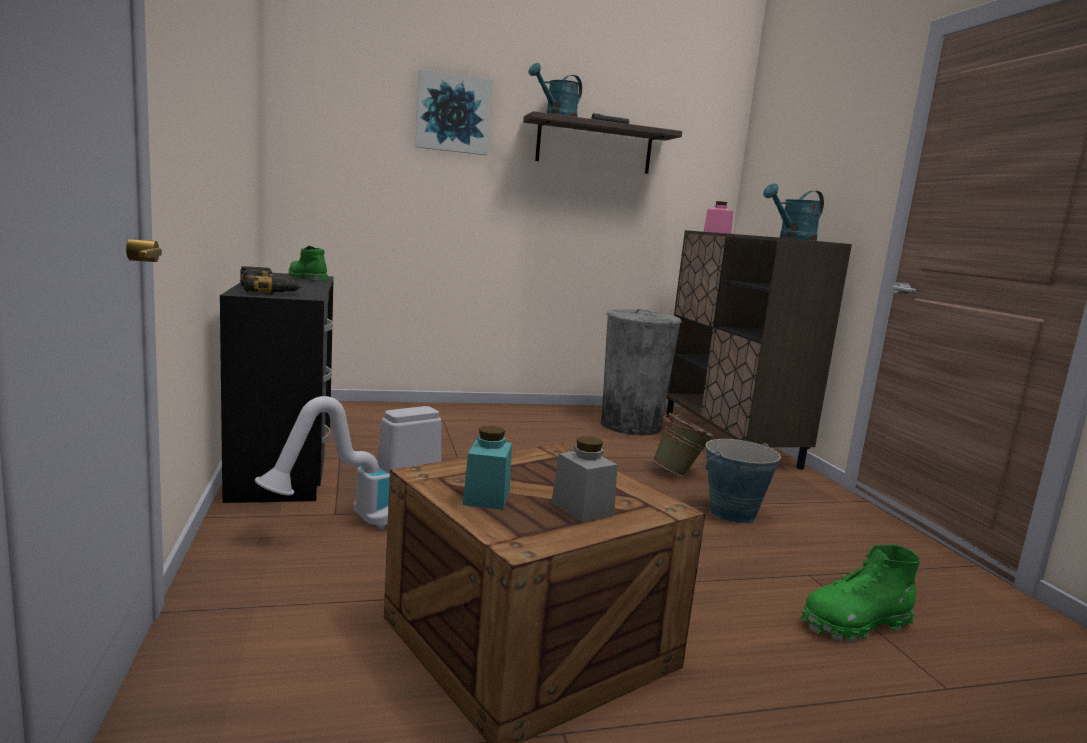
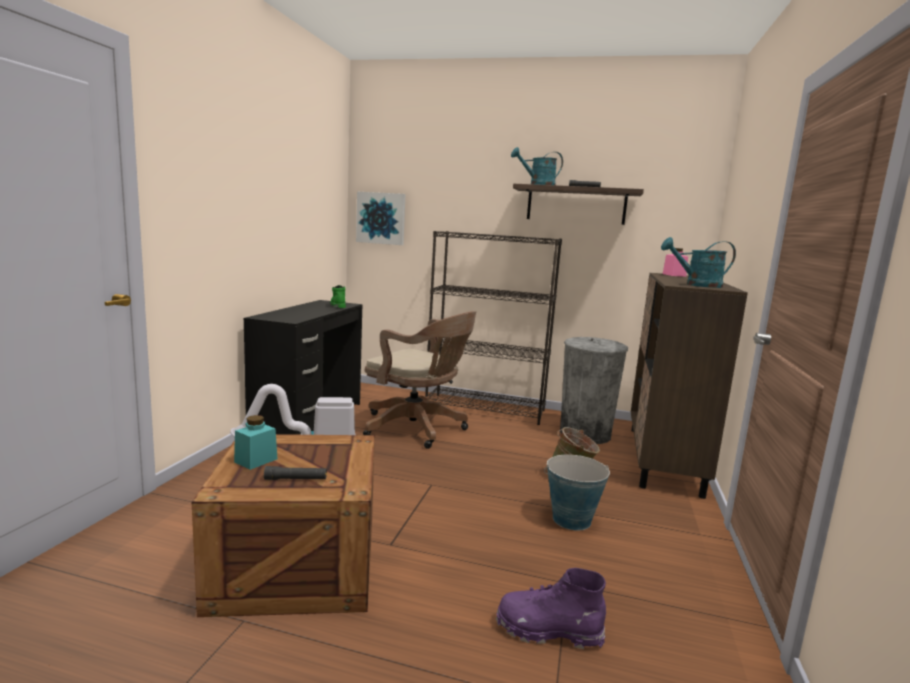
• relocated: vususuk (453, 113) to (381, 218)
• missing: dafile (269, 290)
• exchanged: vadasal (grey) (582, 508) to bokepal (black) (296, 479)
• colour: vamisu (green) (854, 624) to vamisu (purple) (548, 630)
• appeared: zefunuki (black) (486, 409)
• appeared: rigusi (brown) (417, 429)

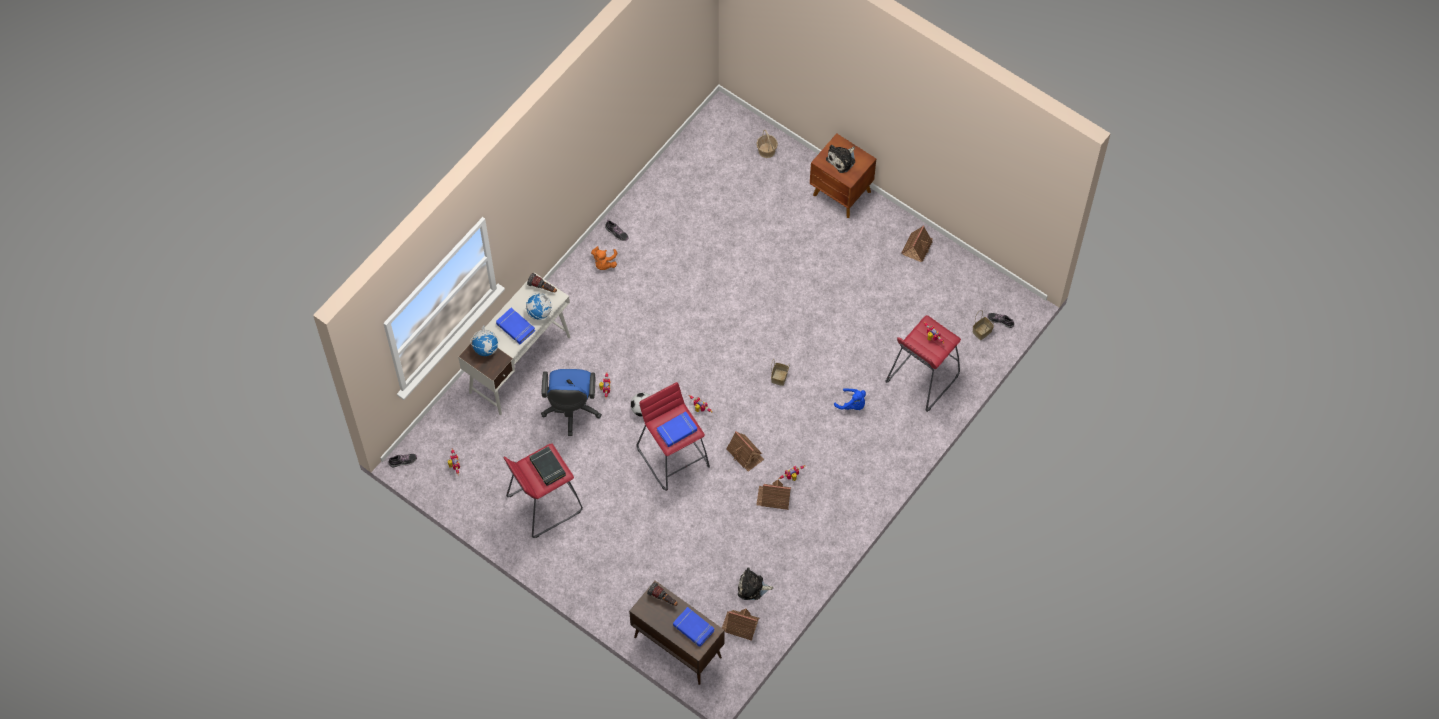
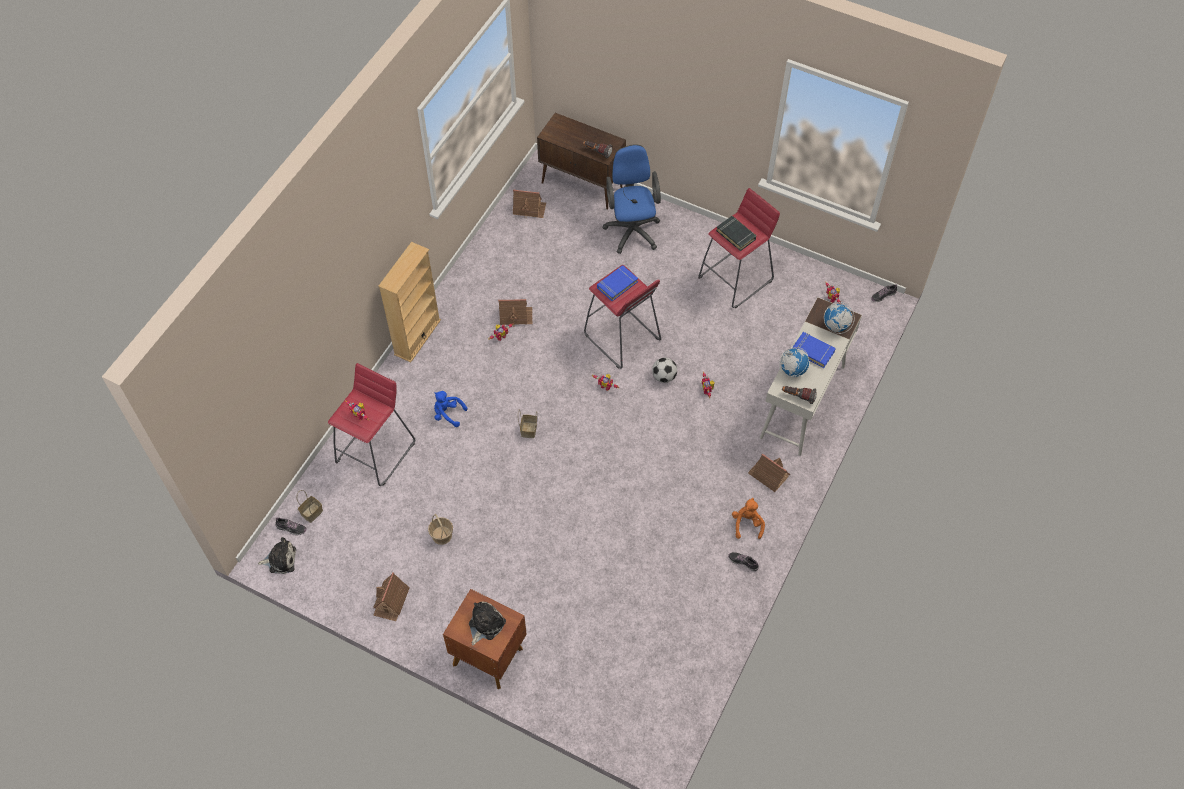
• relocated: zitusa (766, 151) to (442, 535)
• relocated: rigusi (blue) (571, 411) to (632, 229)
• relocated: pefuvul (745, 454) to (768, 475)
• relocated: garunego (752, 587) to (280, 560)
• missing: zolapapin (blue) (693, 628)
• appeared: zefunuki (beige) (417, 337)

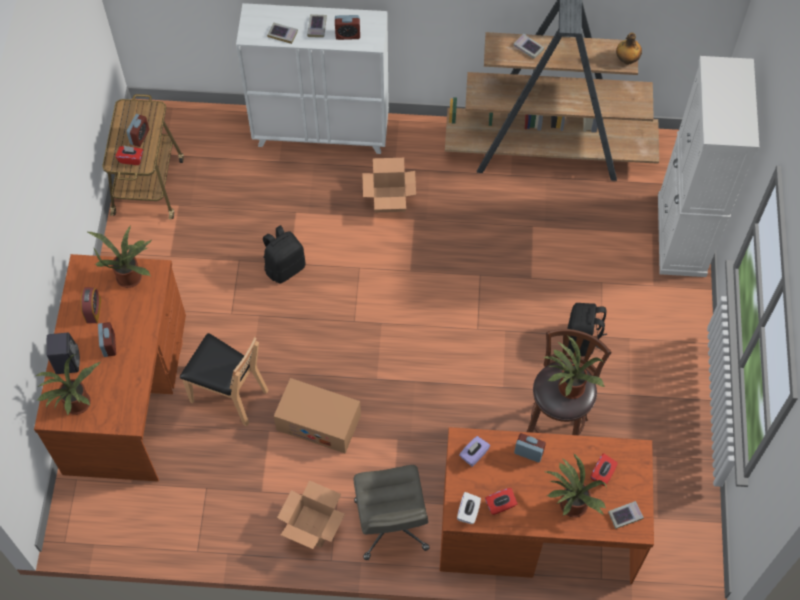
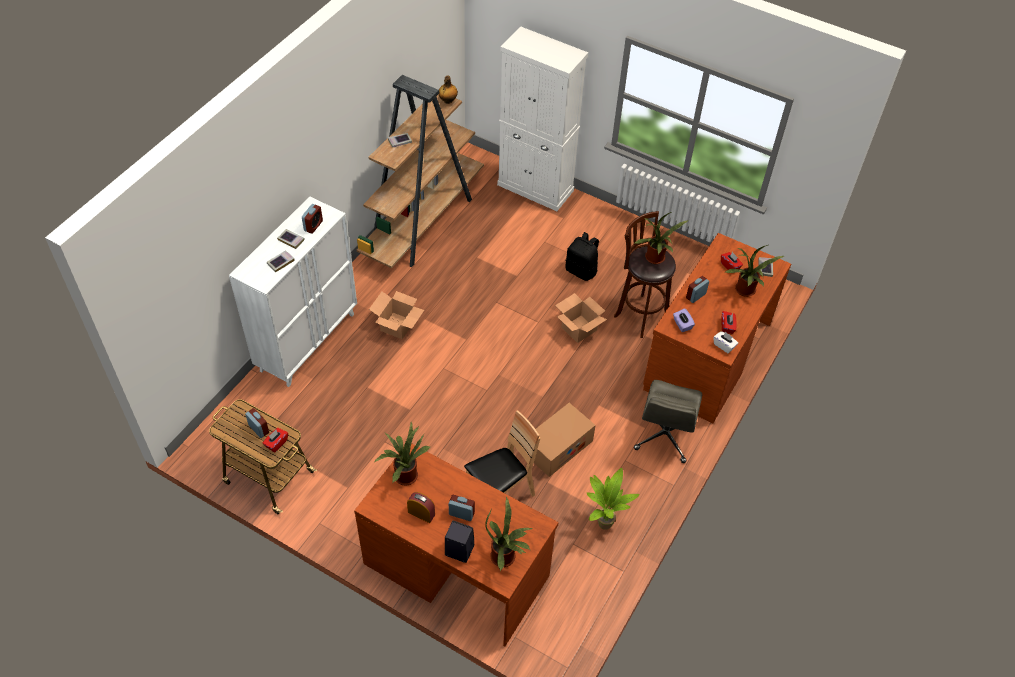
• missing: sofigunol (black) (285, 267)
• spun: rigusi (grey) (392, 525) = (664, 436) 90 degrees clockwise
• relocated: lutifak (312, 526) to (579, 329)
• appeared: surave (602, 523)

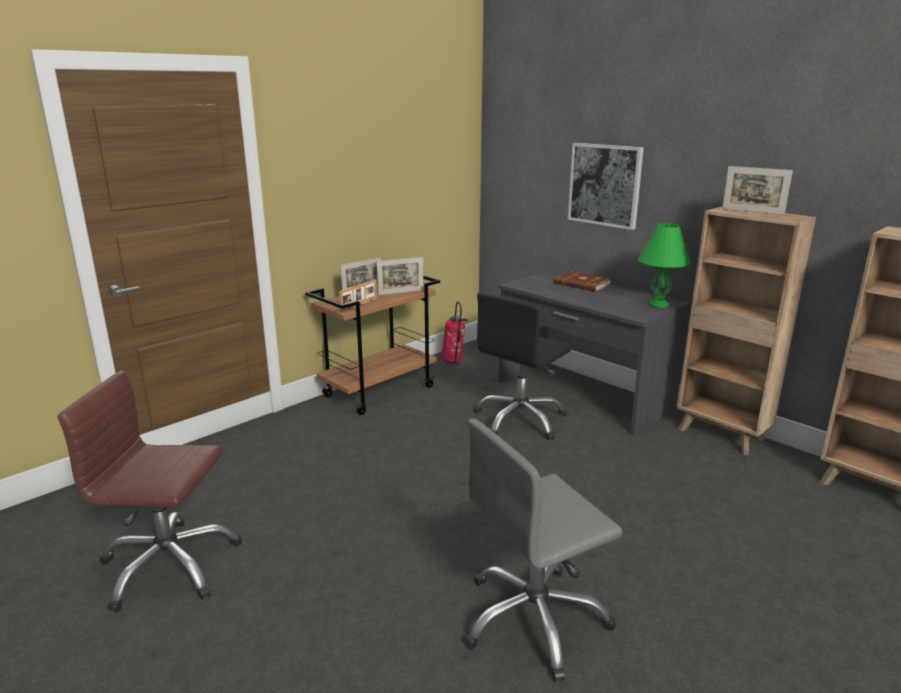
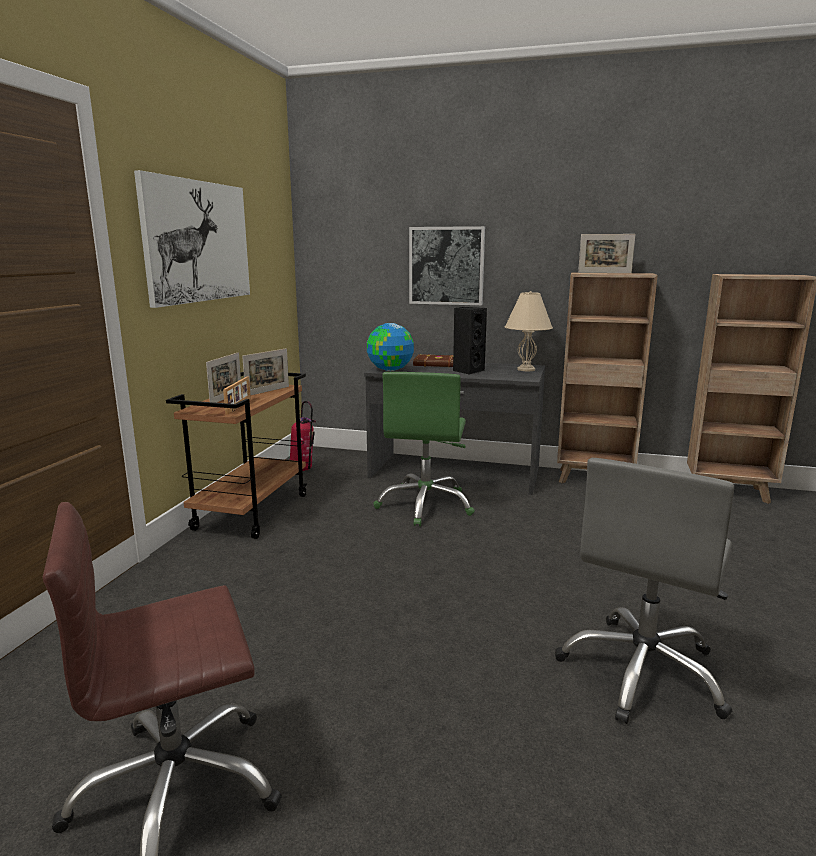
• colour: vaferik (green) (659, 304) to vaferik (beige) (526, 369)
• colour: rigusi (black) (520, 420) to rigusi (green) (425, 505)
• appeared: vususuk (198, 241)
• appeared: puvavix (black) (467, 371)
• appeared: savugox (390, 370)

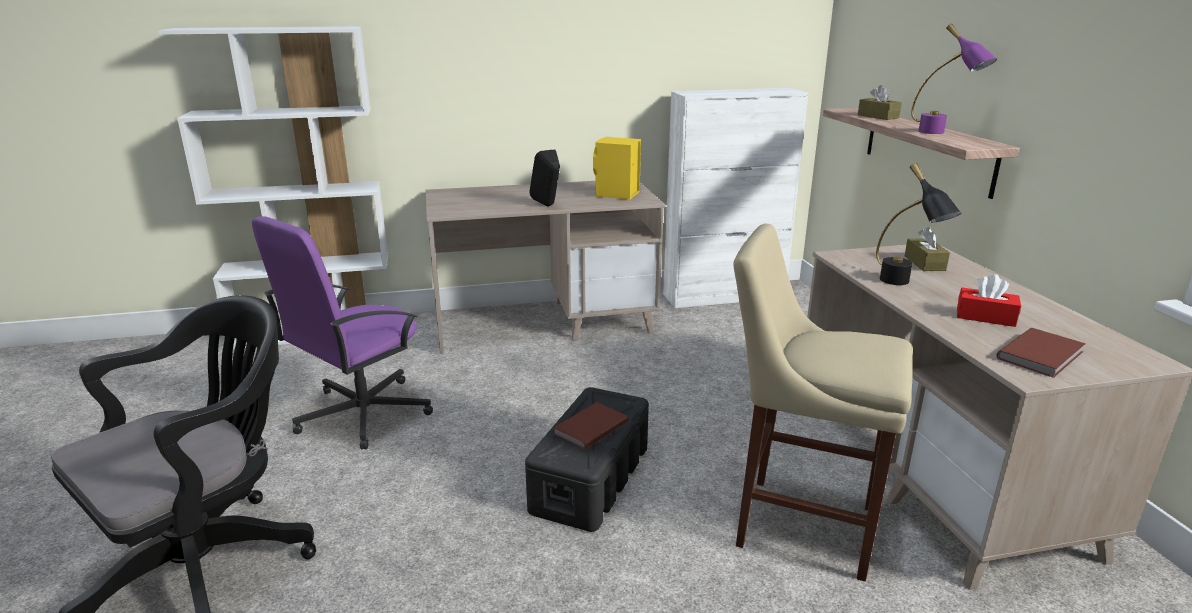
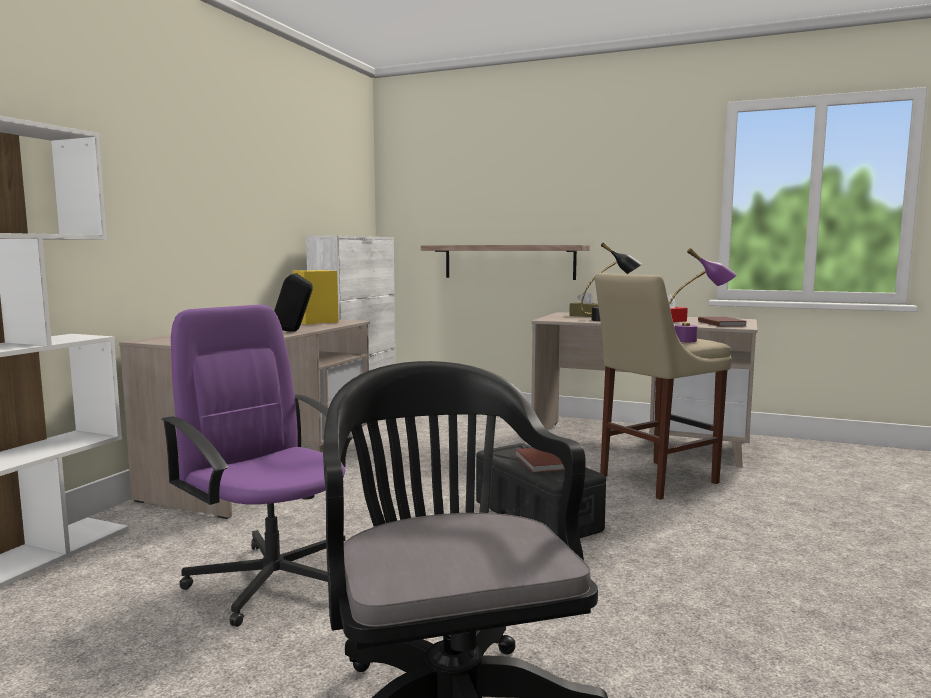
• relocated: vaferik (purple) (941, 133) to (696, 341)
• missing: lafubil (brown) (878, 116)
• spun: rigusi (purple) (361, 413) = (273, 579) 150 degrees clockwise

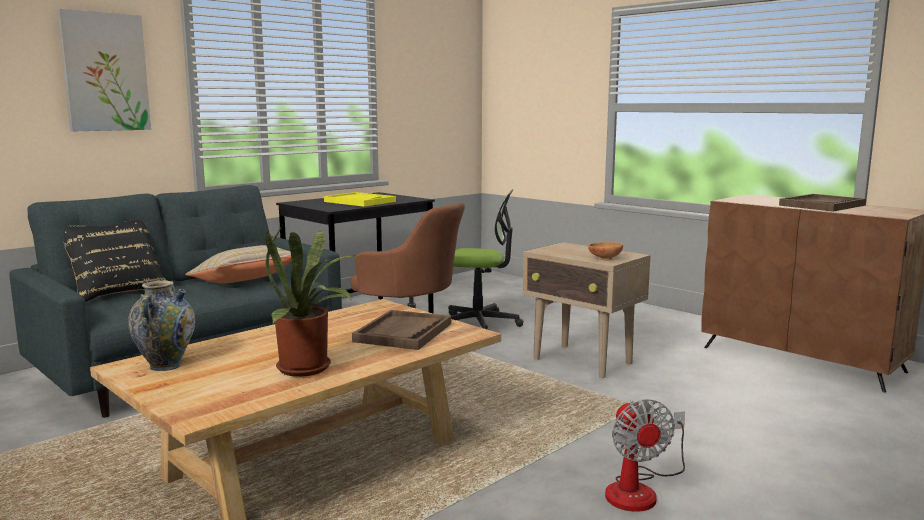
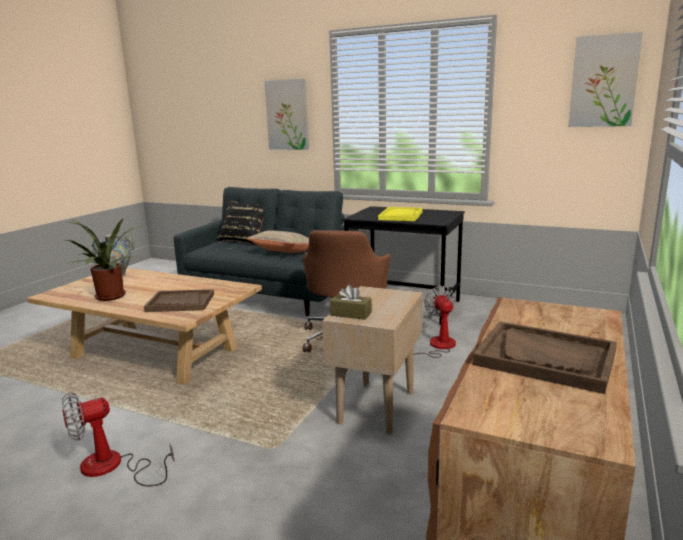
• exchanged: rigusi (480, 324) to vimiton (437, 347)
• exchanged: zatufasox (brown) (604, 259) to lafubil (brown) (351, 314)
• appeared: vususuk (604, 81)

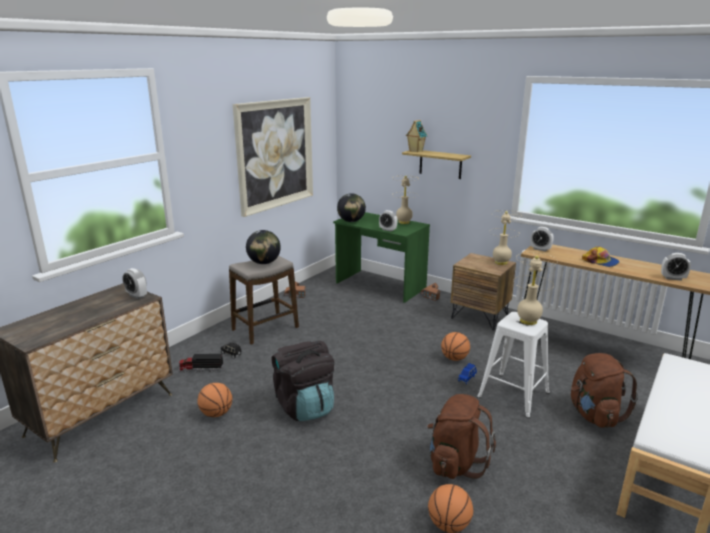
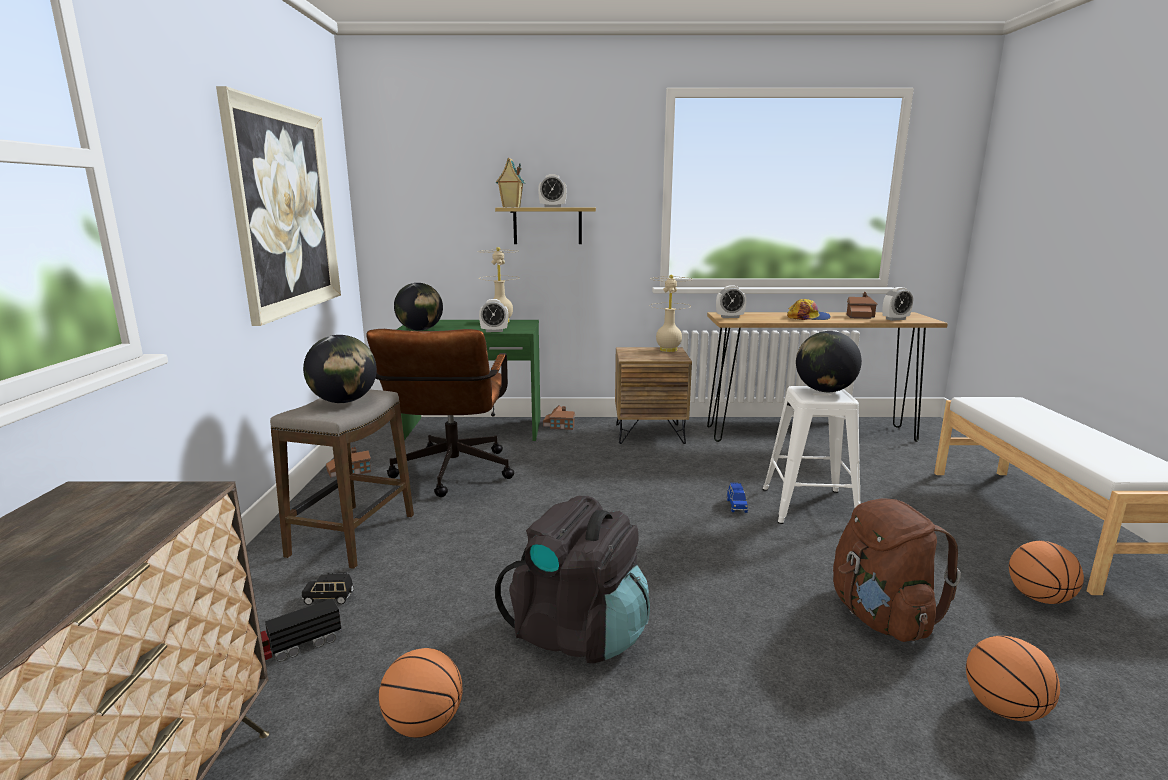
• exchanged: vaferik (beige) (528, 321) to savugox (824, 391)
• relocated: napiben (136, 296) to (552, 207)
• relocated: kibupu (454, 358) to (1039, 598)
• missing: sofigunol (brown) (594, 415)
• appeared: pefuvul (860, 315)
• appeared: rigusi (brown) (451, 476)

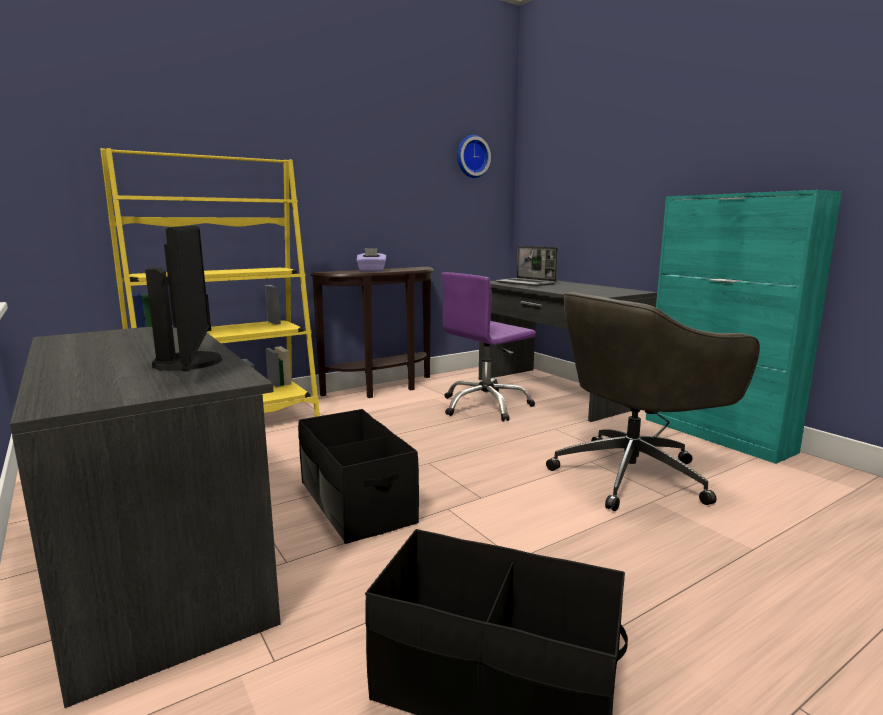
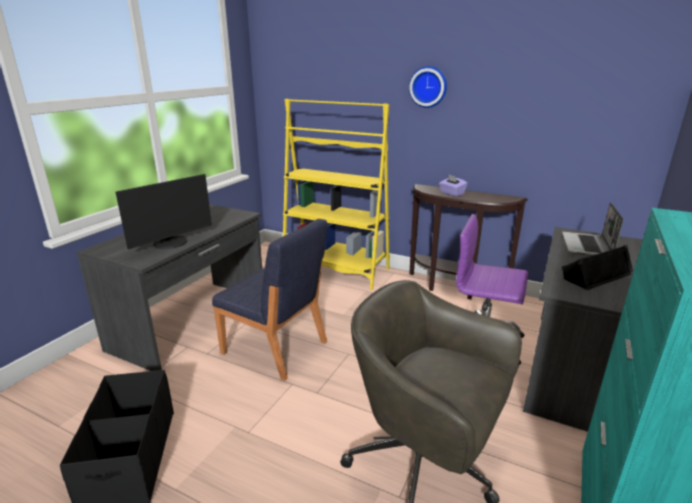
• relocated: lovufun (471, 157) to (428, 87)
• exchanged: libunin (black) (355, 502) to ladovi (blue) (275, 348)
• appeared: puvavix (black) (595, 275)

